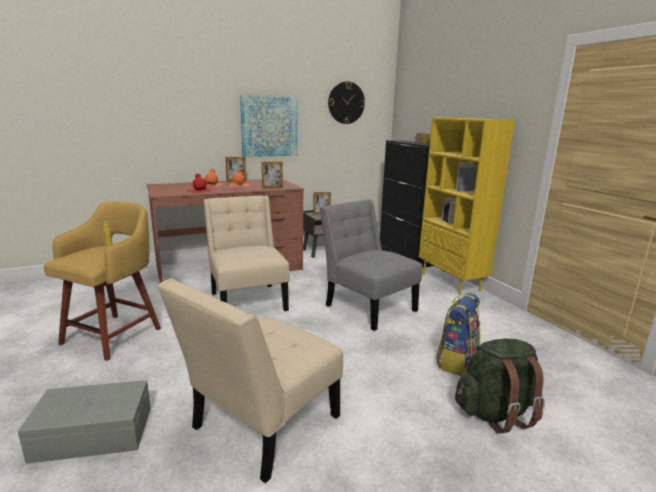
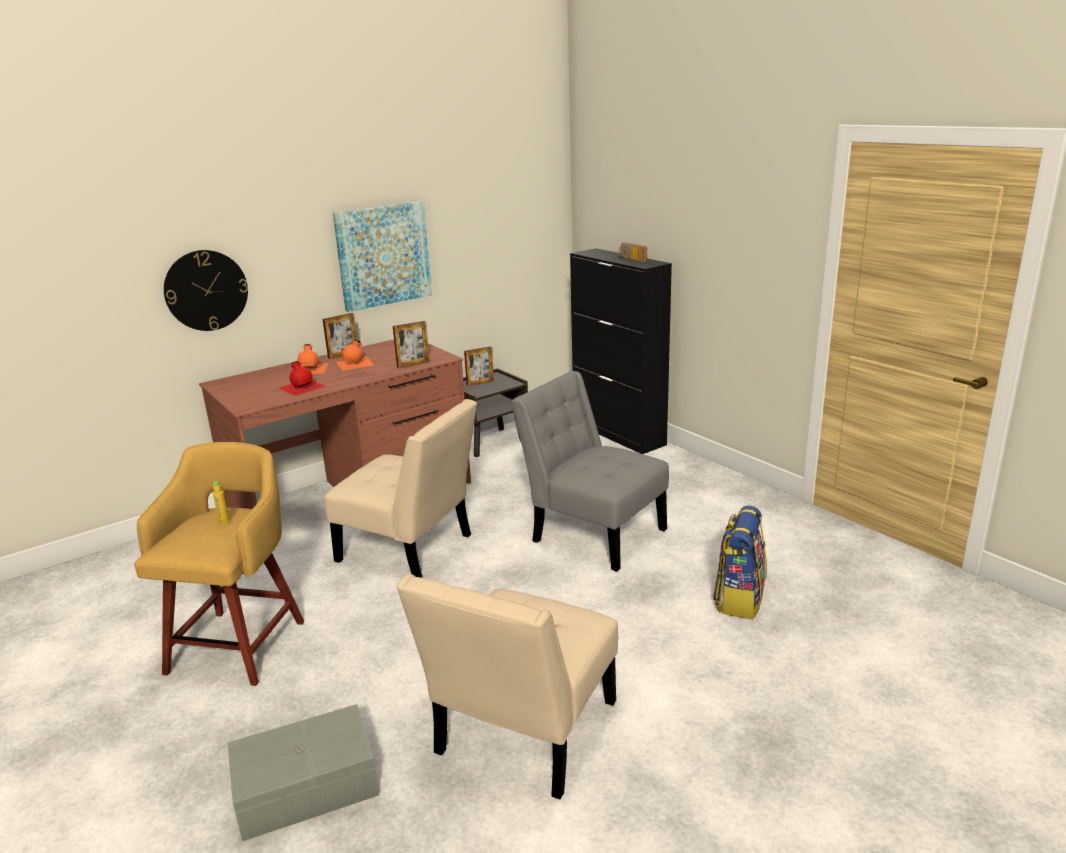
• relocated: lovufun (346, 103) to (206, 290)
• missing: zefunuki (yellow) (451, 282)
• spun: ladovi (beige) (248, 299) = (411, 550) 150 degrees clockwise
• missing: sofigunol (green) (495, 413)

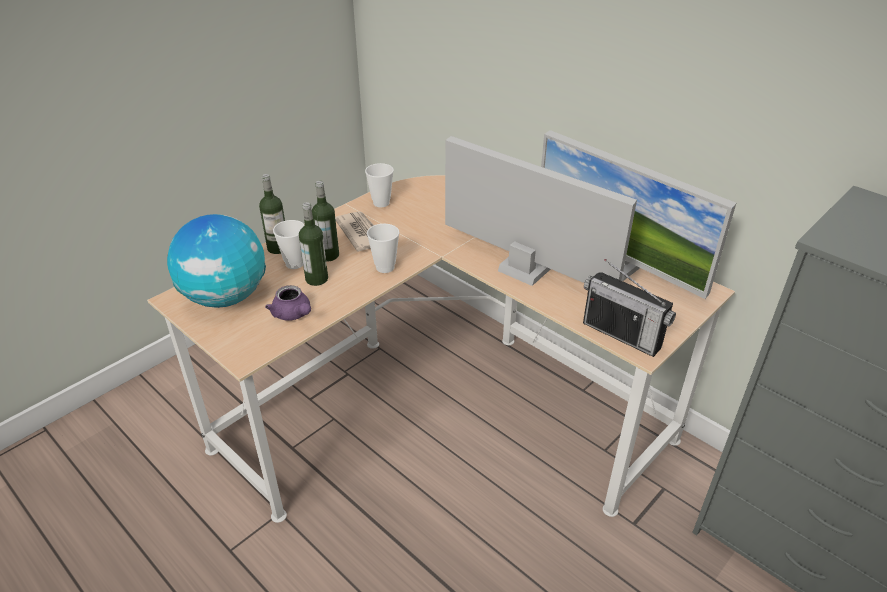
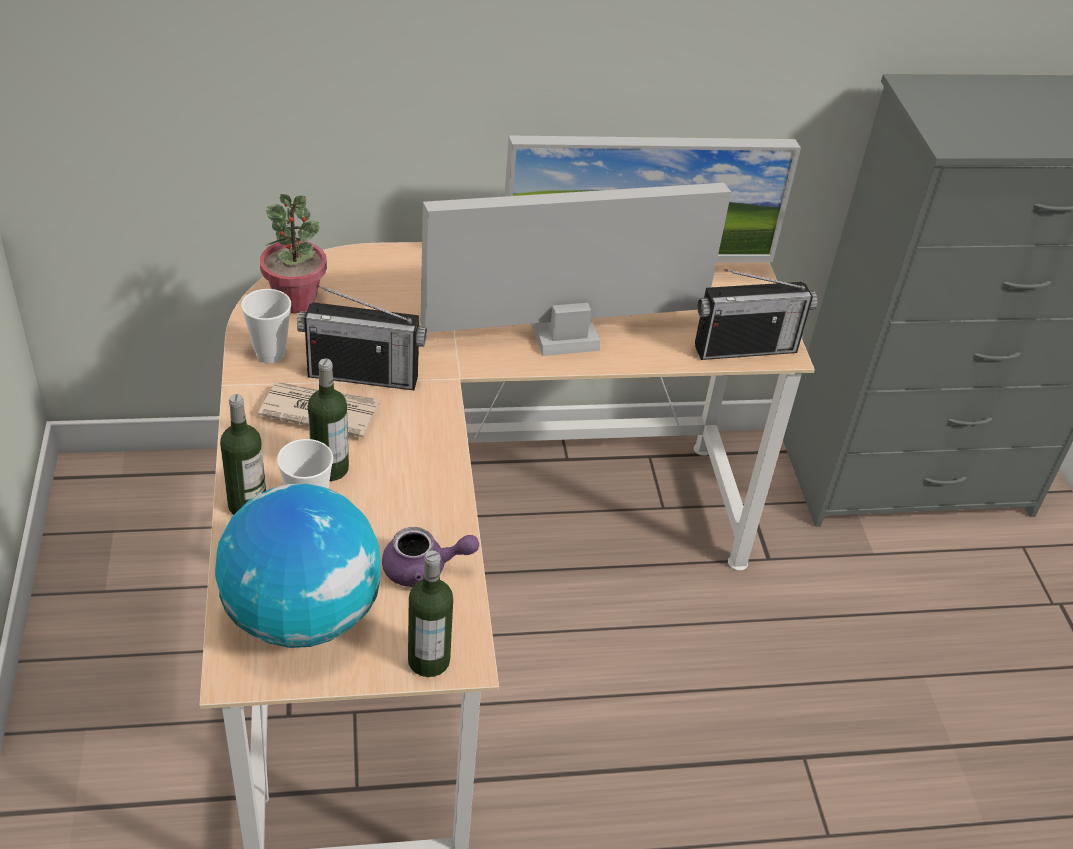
• relocated: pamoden (316, 279) to (429, 660)
• missing: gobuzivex (385, 267)
• appeared: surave (296, 301)
• appeared: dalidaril (363, 375)

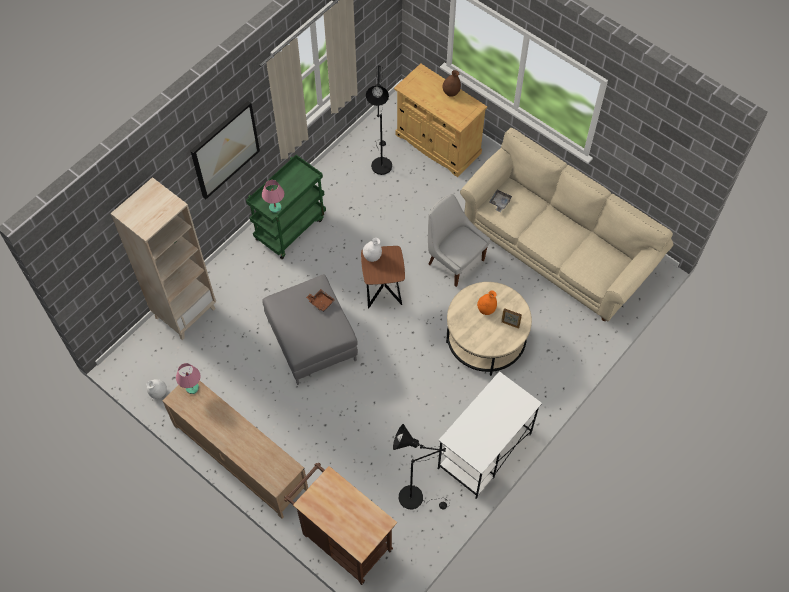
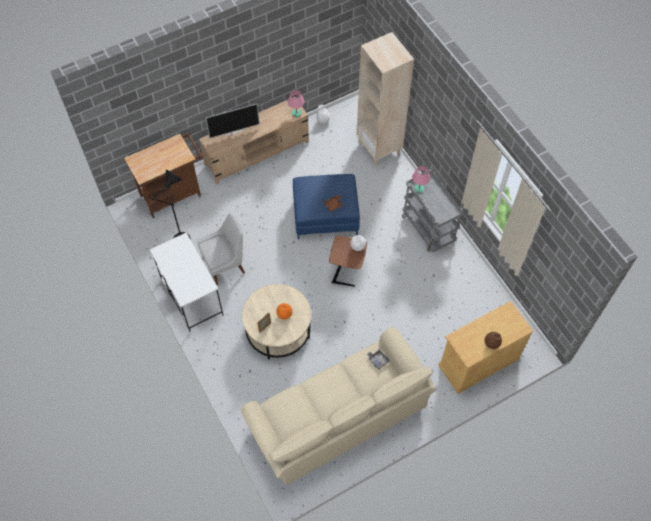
• missing: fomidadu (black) (381, 162)
• missing: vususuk (225, 149)
• colour: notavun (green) (290, 227) to notavun (grey) (429, 229)
• relocated: ladovi (white) (454, 261) to (225, 264)
• colour: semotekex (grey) (311, 340) to semotekex (blue) (325, 216)
• appeared: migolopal (234, 132)

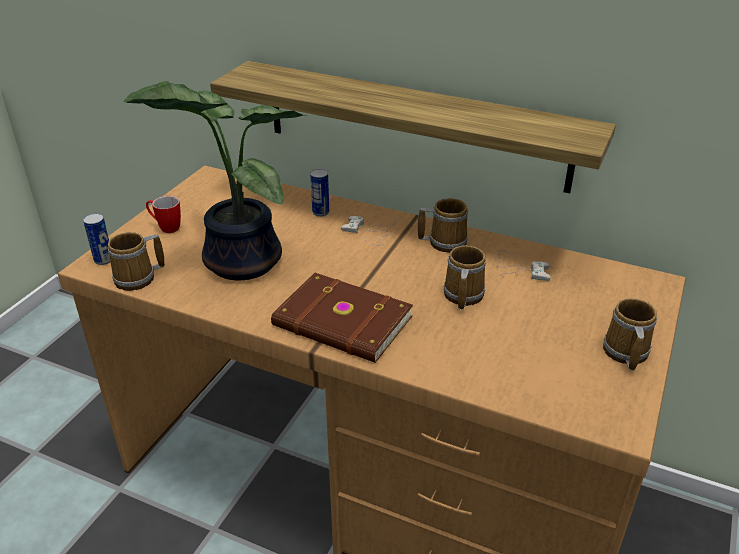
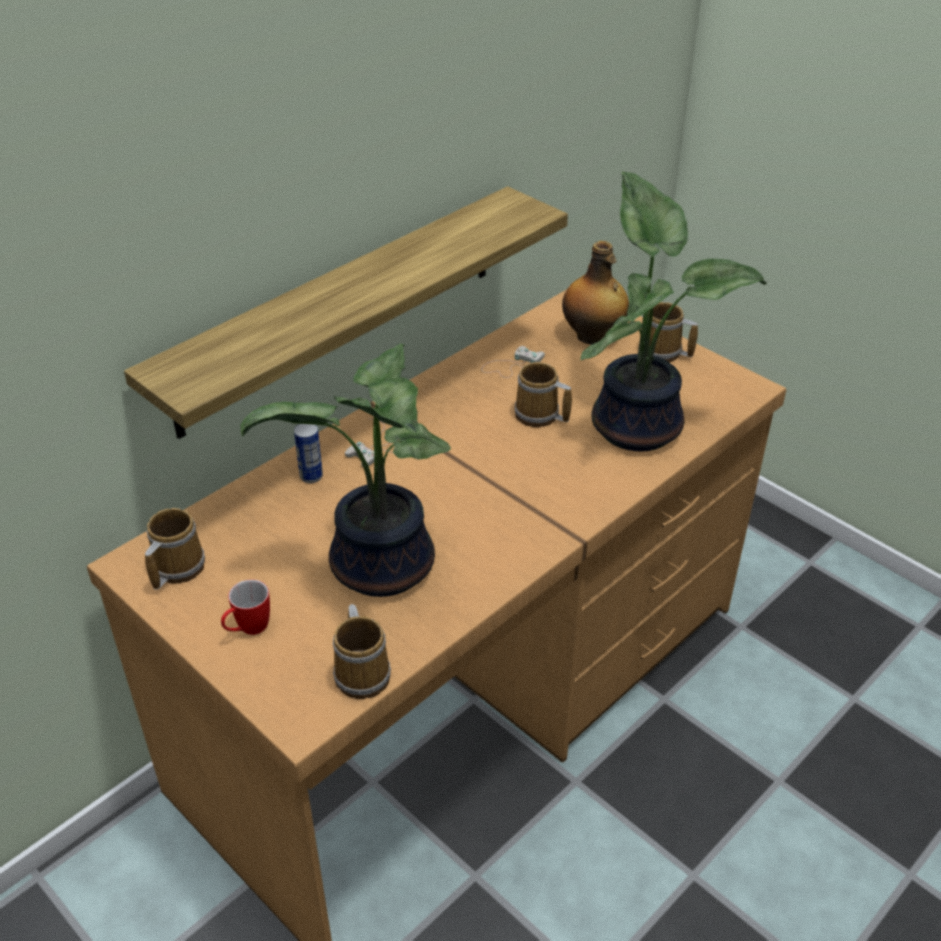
• relocated: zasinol (445, 242) to (175, 568)
• missing: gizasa (103, 260)
• missing: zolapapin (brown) (342, 323)
• appeared: surave (639, 424)
• appeared: pamoden (592, 336)

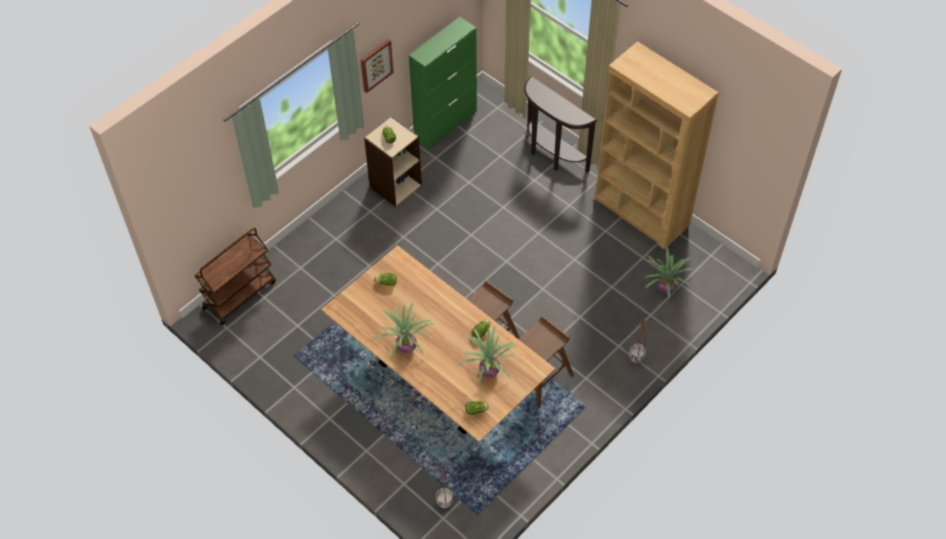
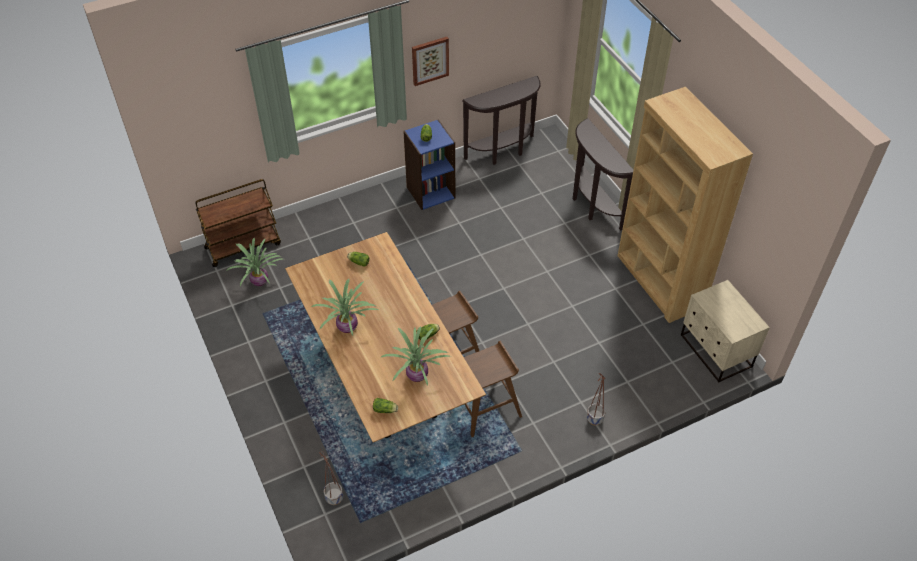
• exchanged: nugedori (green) (446, 124) to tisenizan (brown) (503, 152)
• colour: zefunuki (beige) (395, 185) to zefunuki (blue) (430, 192)
• relocated: surave (666, 287) to (260, 280)
• appeared: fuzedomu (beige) (715, 351)

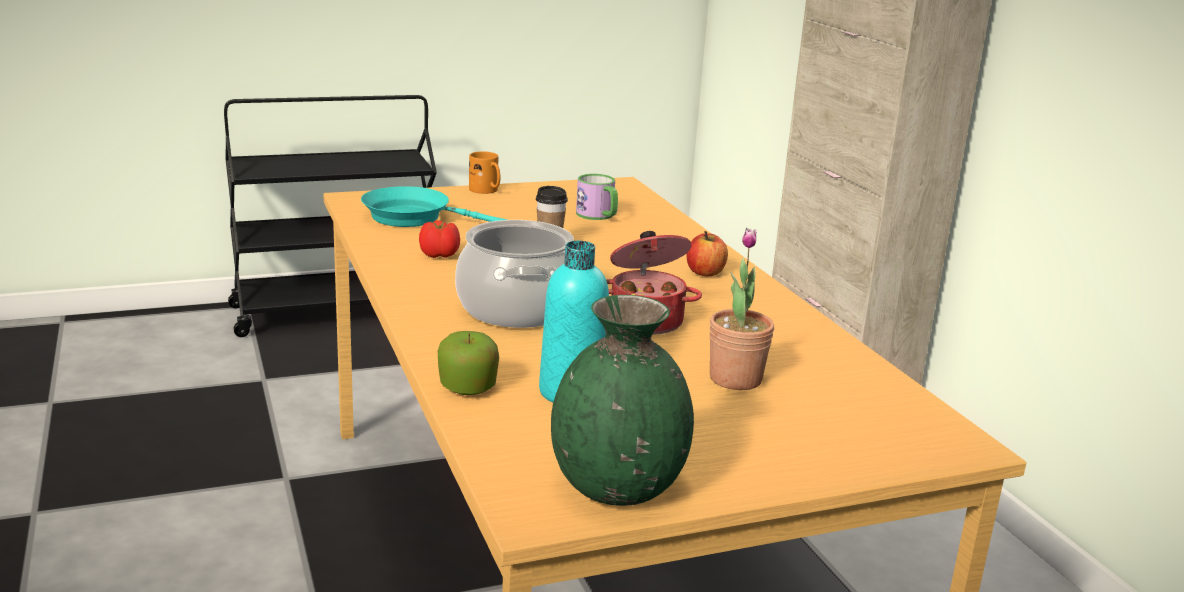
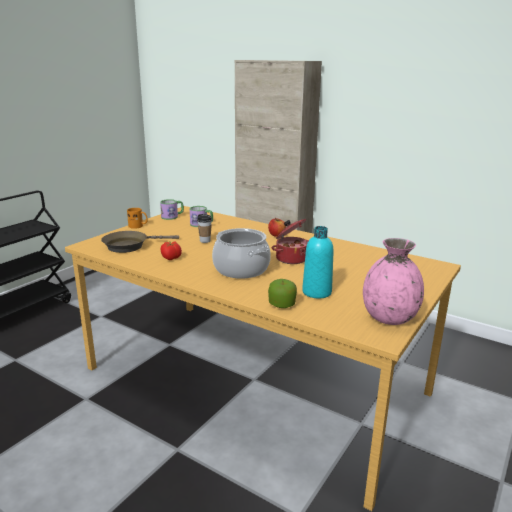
• colour: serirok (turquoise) (414, 217) to serirok (brown) (129, 246)
• missing: surave (735, 379)
• colour: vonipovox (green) (616, 488) to vonipovox (pink) (389, 318)
• appeared: zasinol (172, 216)

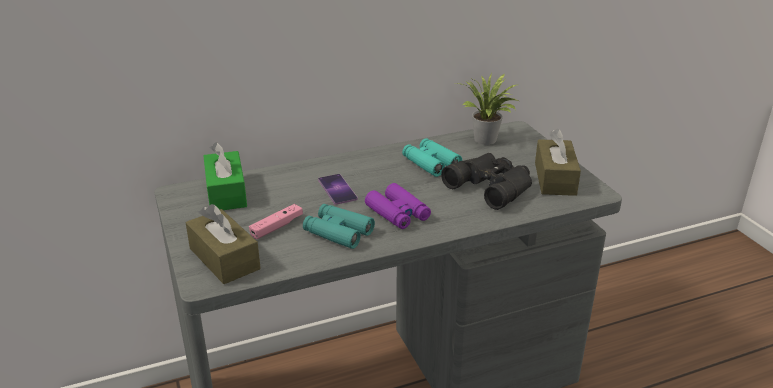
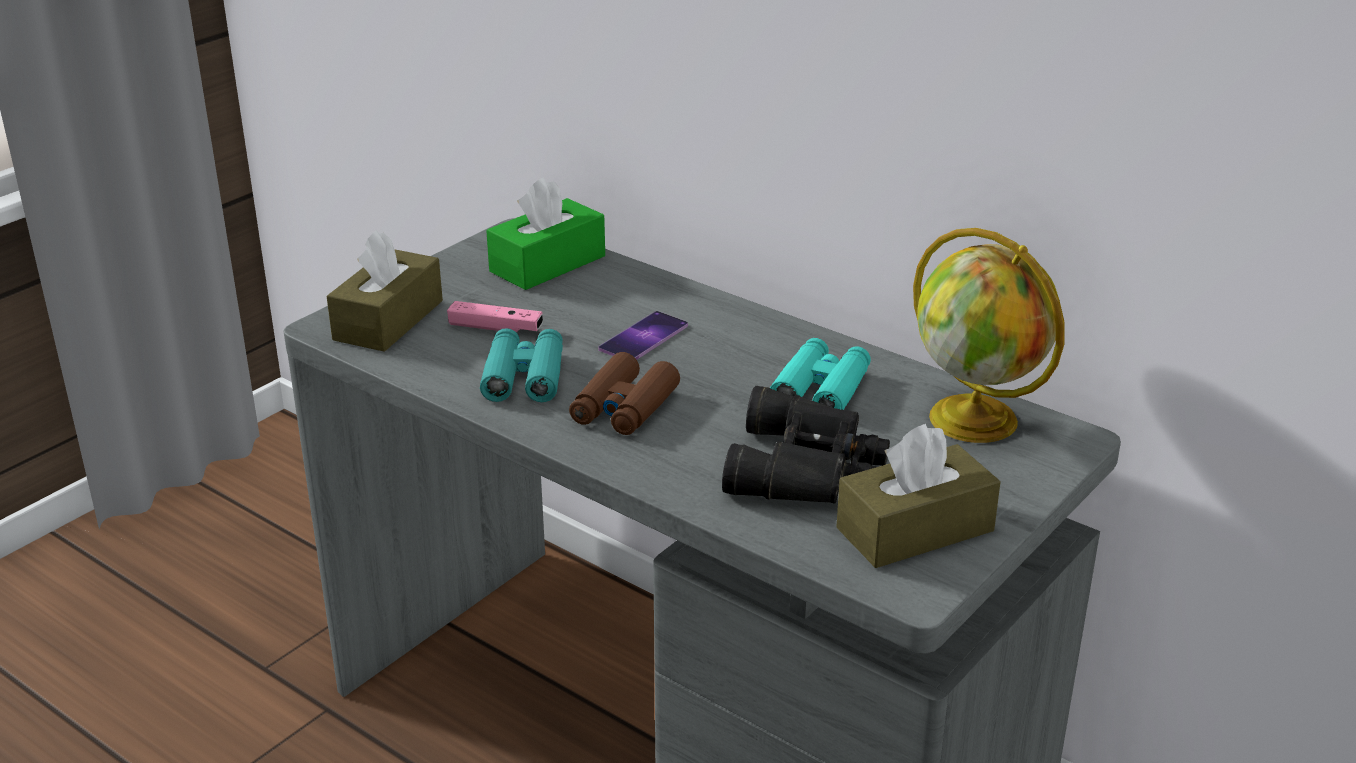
• exchanged: surave (486, 141) to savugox (976, 420)
• colour: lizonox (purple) (398, 213) to lizonox (brown) (624, 407)

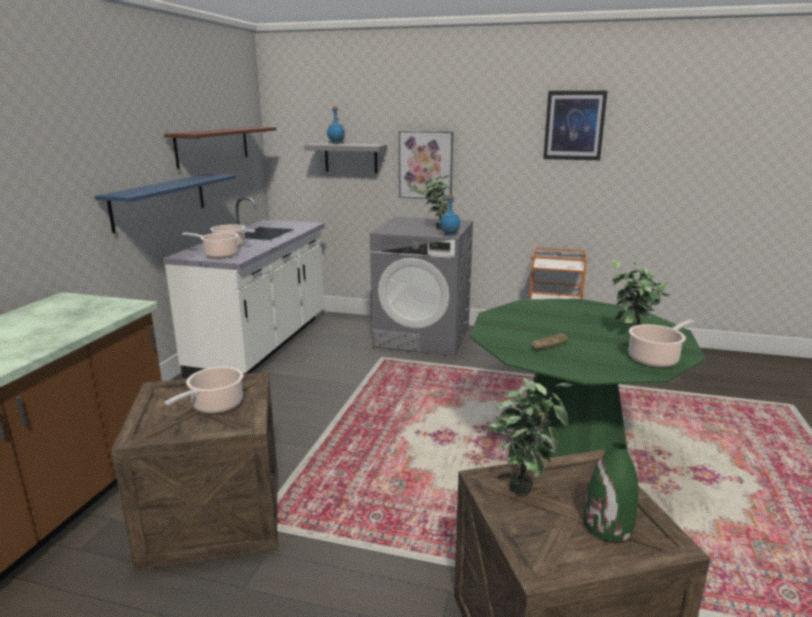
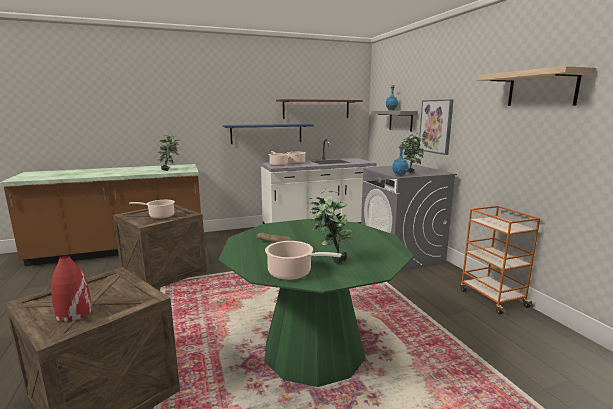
• exchanged: vususuk (574, 125) to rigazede (541, 89)
• relocated: surave (524, 483) to (170, 170)
• colour: vonipovox (green) (608, 525) to vonipovox (red) (73, 313)

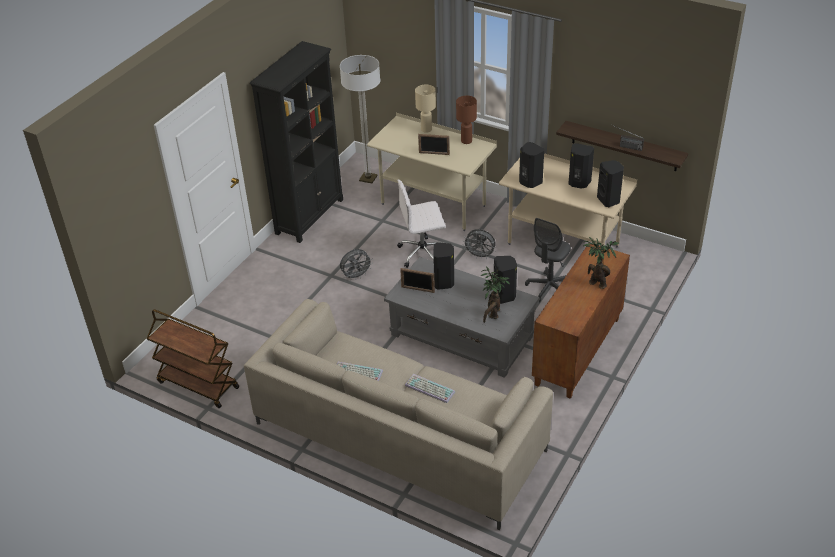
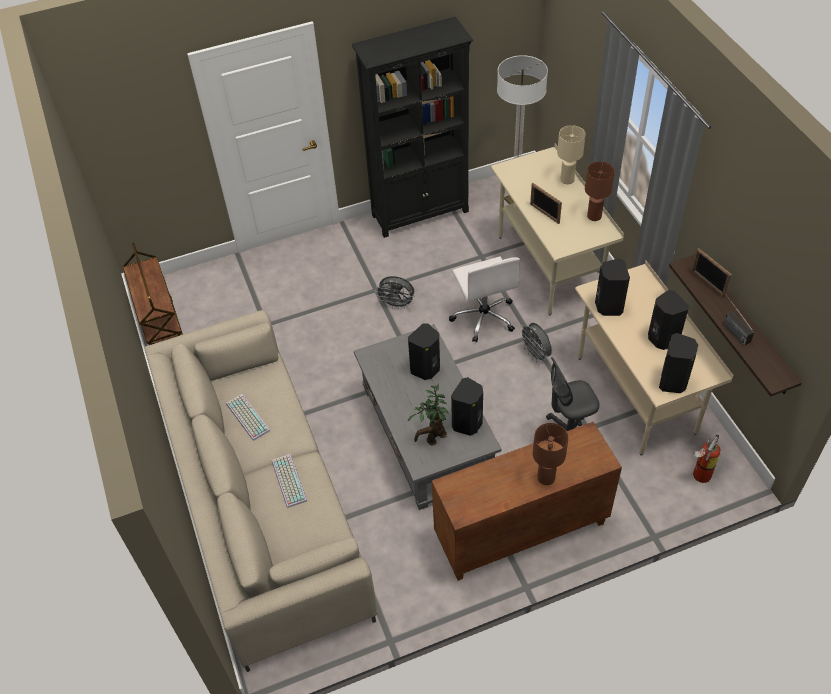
• spun: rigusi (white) (423, 253) = (484, 317) 135 degrees counterclockwise
• exchanged: surave (596, 283) to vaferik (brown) (545, 477)
• relocated: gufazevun (417, 289) to (707, 283)
• appeared: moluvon (699, 476)

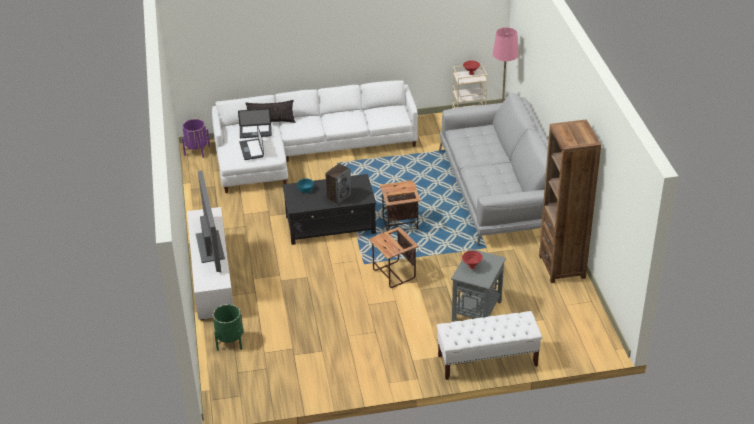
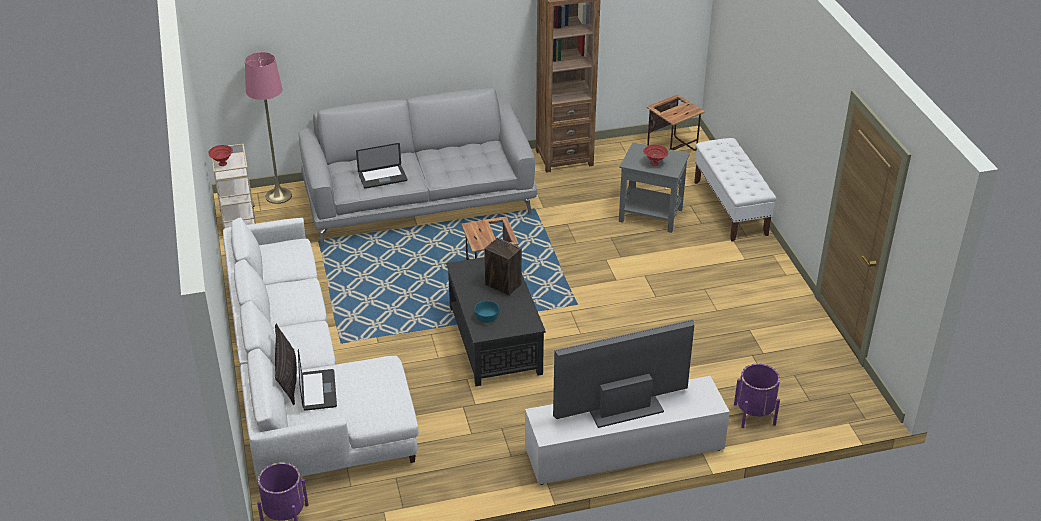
• relocated: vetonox (251, 150) to (382, 177)
• relocated: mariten (394, 275) to (672, 149)
• colour: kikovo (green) (230, 341) to kikovo (purple) (754, 414)

